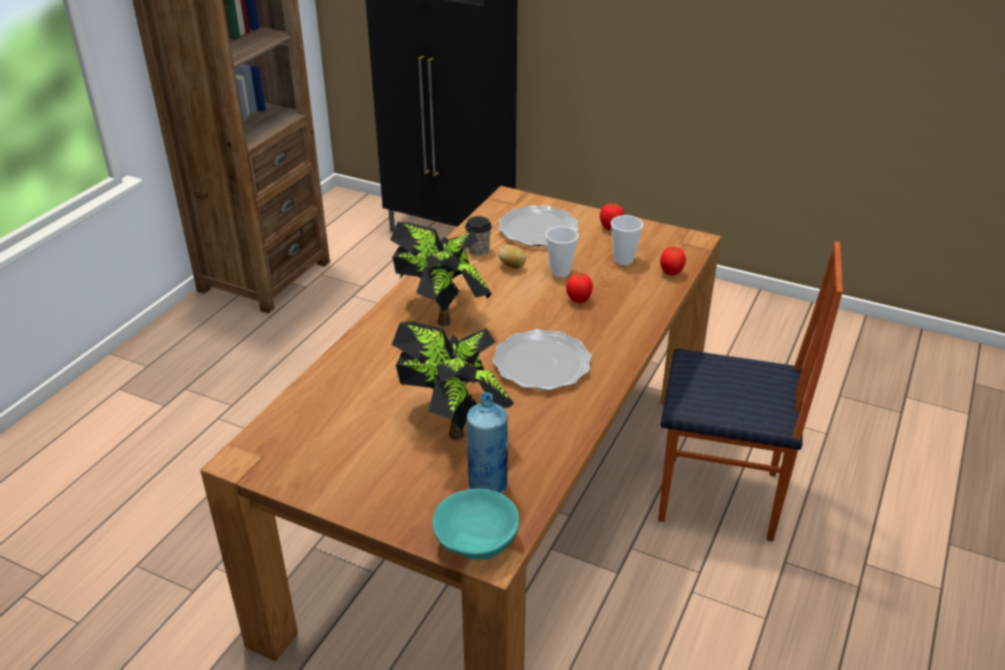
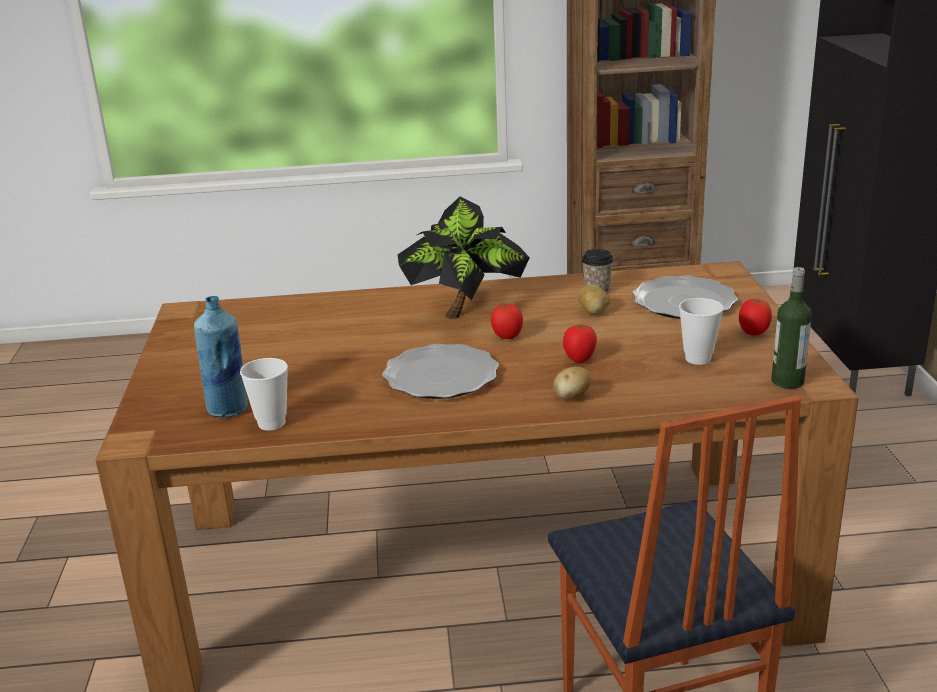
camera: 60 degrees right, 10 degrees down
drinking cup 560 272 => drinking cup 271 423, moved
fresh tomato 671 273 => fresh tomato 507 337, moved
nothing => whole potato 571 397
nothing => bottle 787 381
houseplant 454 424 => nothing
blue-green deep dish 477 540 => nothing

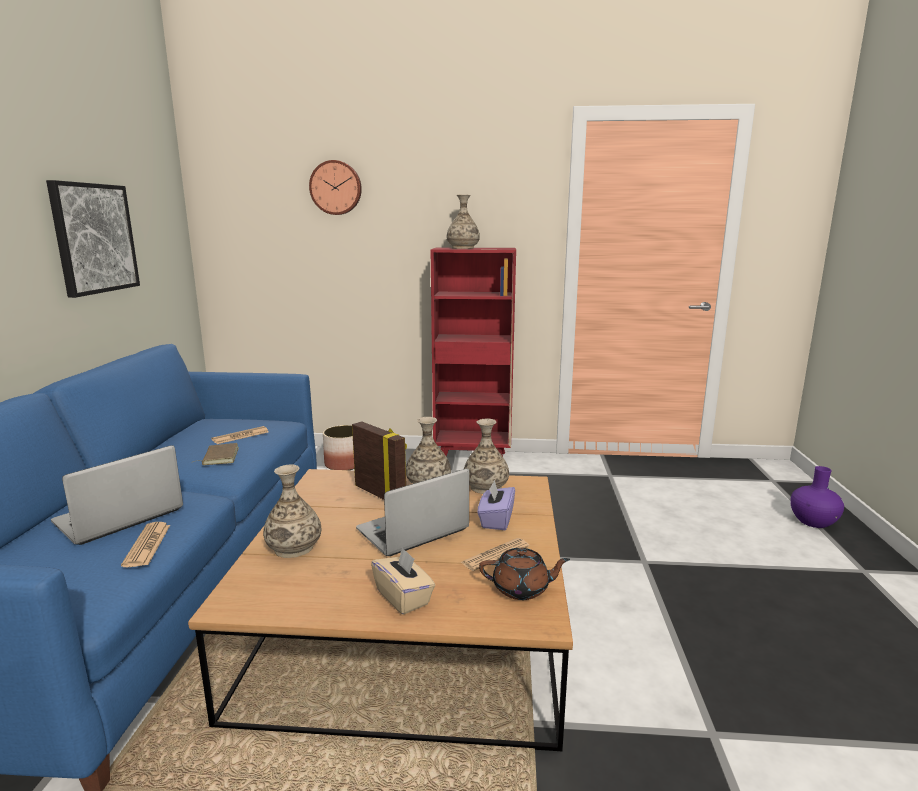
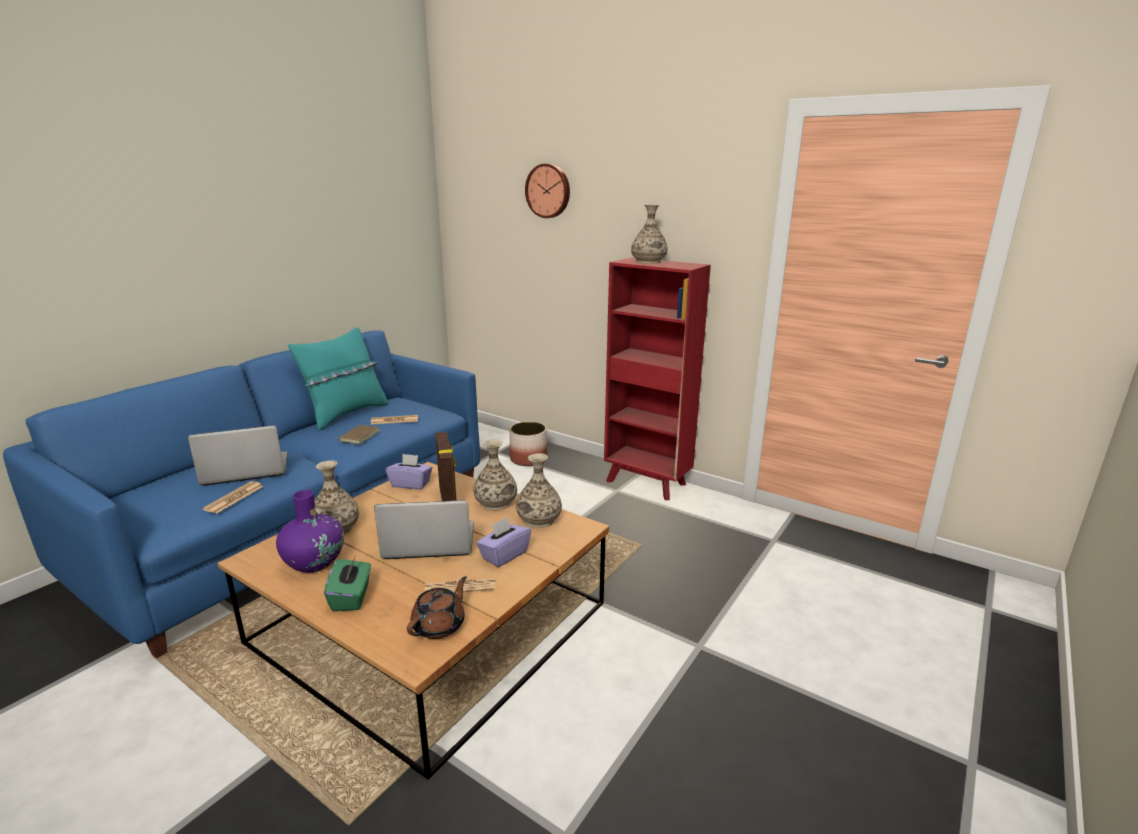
camera: 30 degrees right, 5 degrees up
purple-coloured flower vase 813 522 => purple-coloured flower vase 314 562, moved
nothing => blue-green pillow 346 414
beige-coloured tissue holder 403 597 => green-coloured tissue holder 351 597
nothing => purple-coloured tissue holder 411 484
brown pot for tea 522 589 => brown pot for tea 439 625, 90 degrees counterclockwise
picture 94 238 => nothing

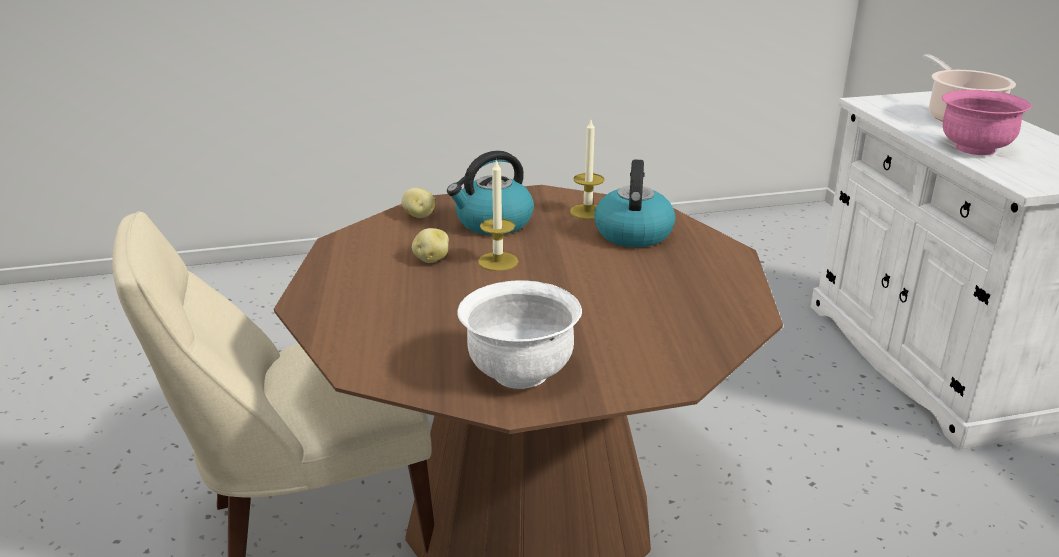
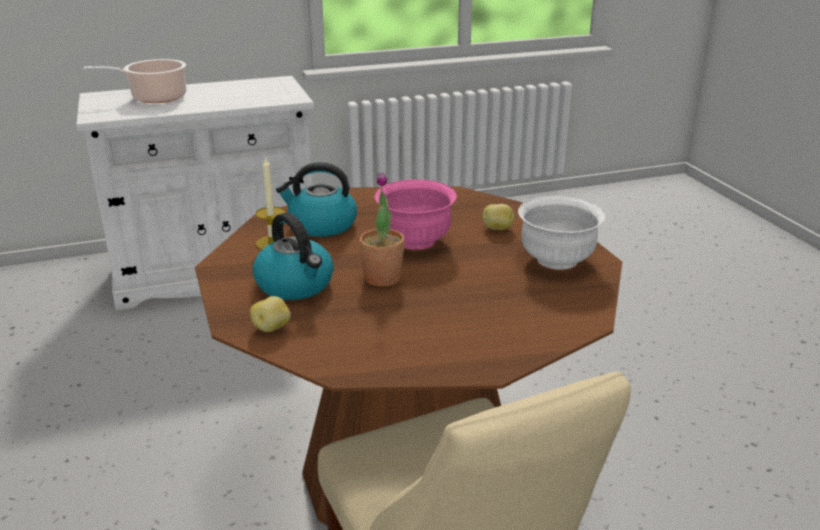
camera: 95 degrees left, 0 degrees up
wax light 498 261 => houseplant 382 278
pink-coloured deep dish 974 149 => pink-coloured deep dish 415 241, moved
whole potato 431 259 => whole potato 498 228, moved

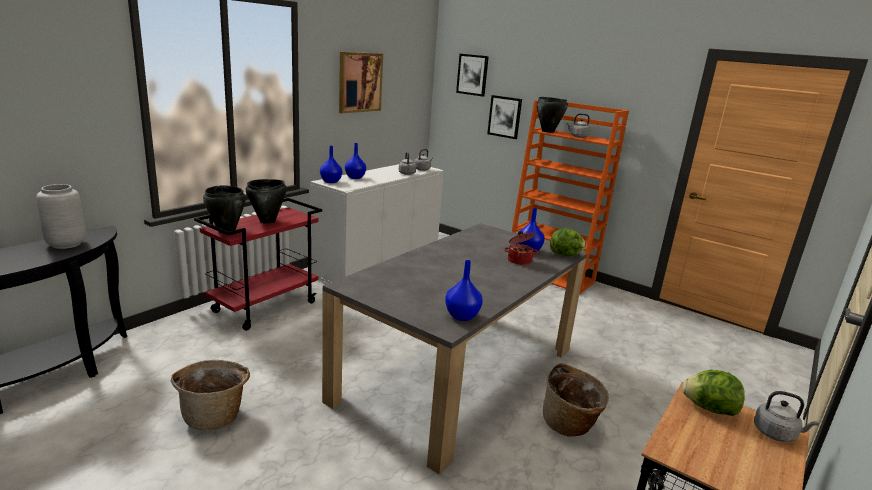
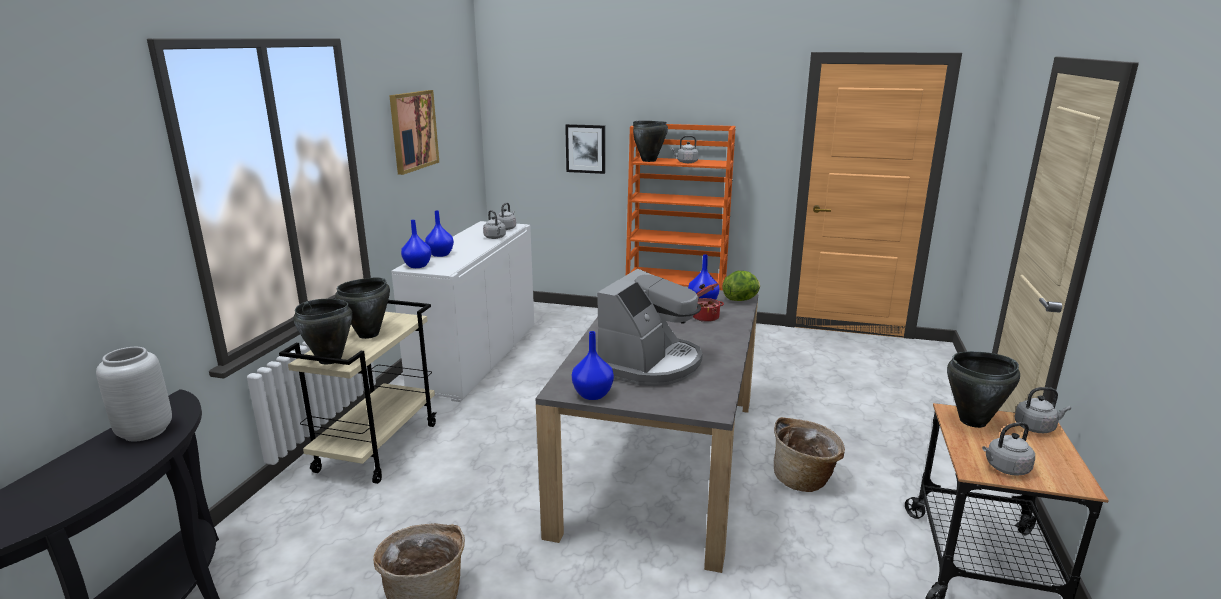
camera: 20 degrees left, 0 degrees up
reddish trolley 265 306 => beige-coloured trolley 377 447
bluish flower vase 462 316 => bluish flower vase 593 395, moved
nothing => coffee maker 650 364
lettuce 709 409 => blackish stockpot 973 421
nothing => gray tea kettle 1005 468
picture 472 74 => nothing

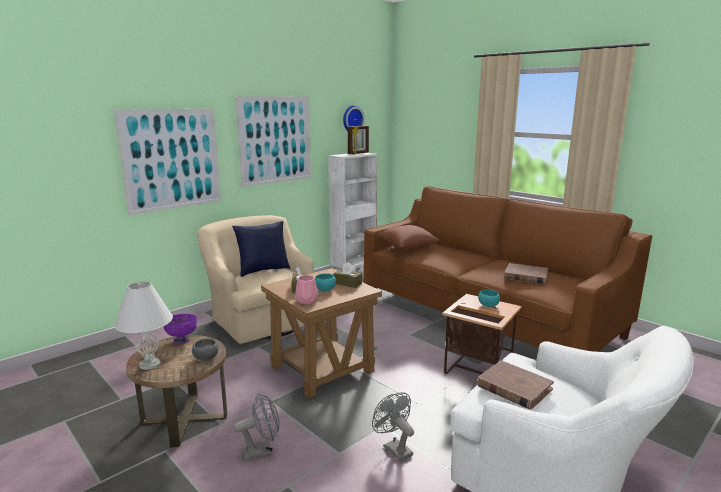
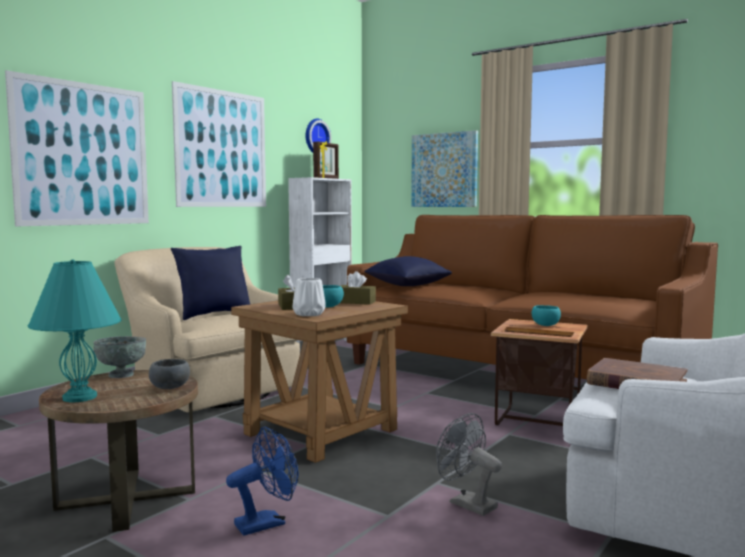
camera: 10 degrees left, 10 degrees down
white-coloured lamp for a table 150 364 => blue-green lamp for a table 80 397
purple-coloured deep dish 182 340 => gray deep dish 121 374
gray electric fan 262 450 => bluish electric fan 267 523
pink-coloured flower vase 307 301 => white-coloured flower vase 310 314
brown pillow 407 247 => bluish pillow 407 285
nothing => picture 444 170
brown volume 525 276 => nothing

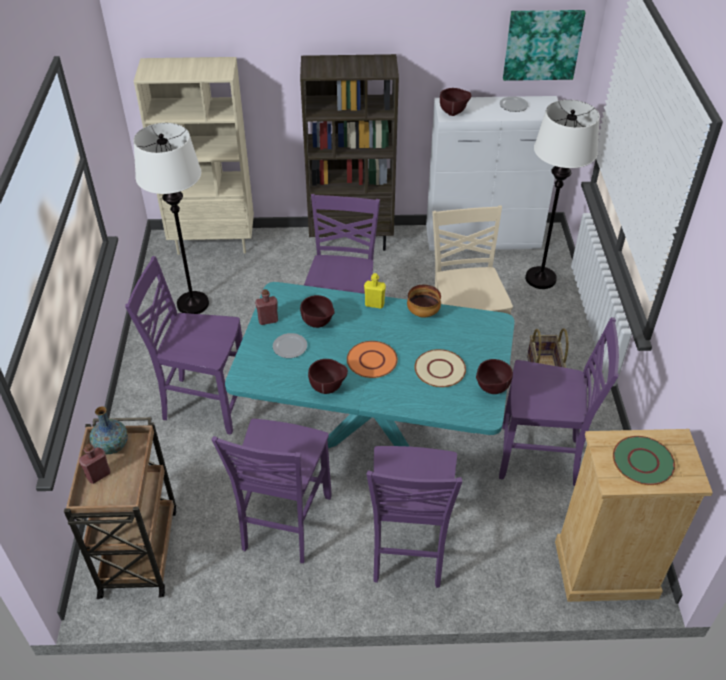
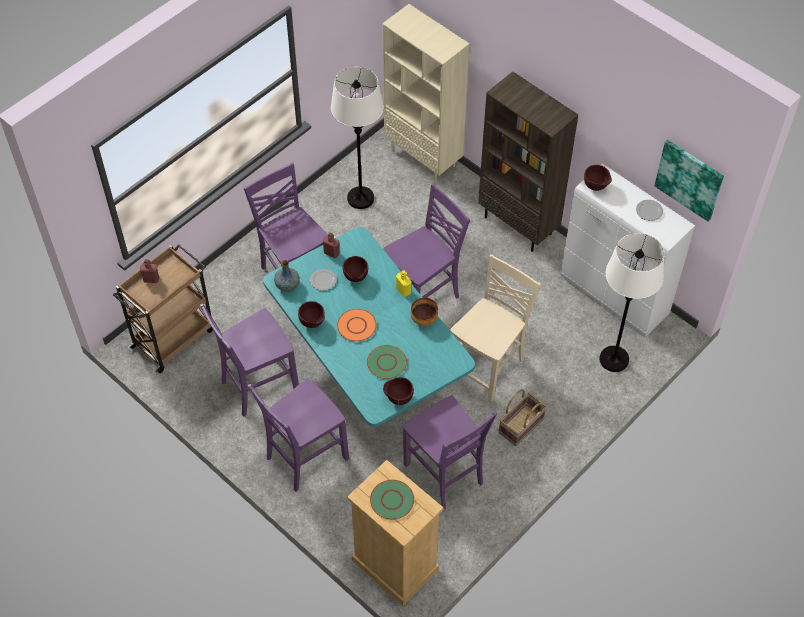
camera: 45 degrees right, 10 degrees up
flower vase 111 446 => flower vase 287 285, moved
beige-coloured plate 440 369 => green-coloured plate 387 363

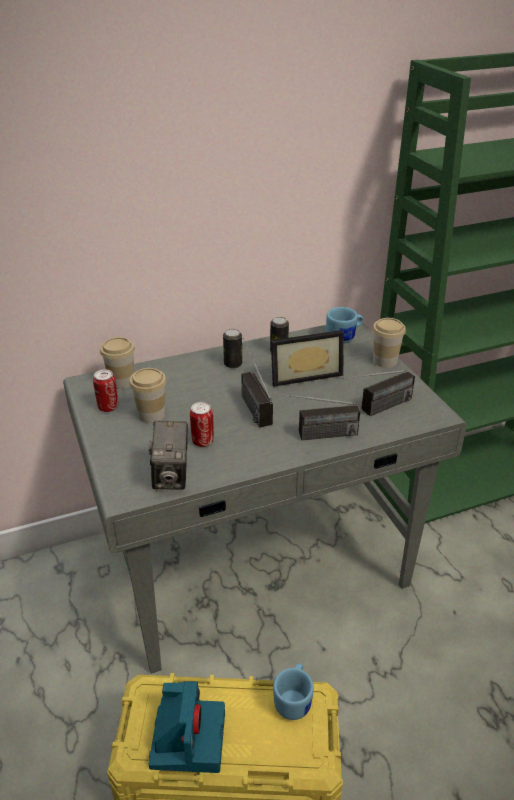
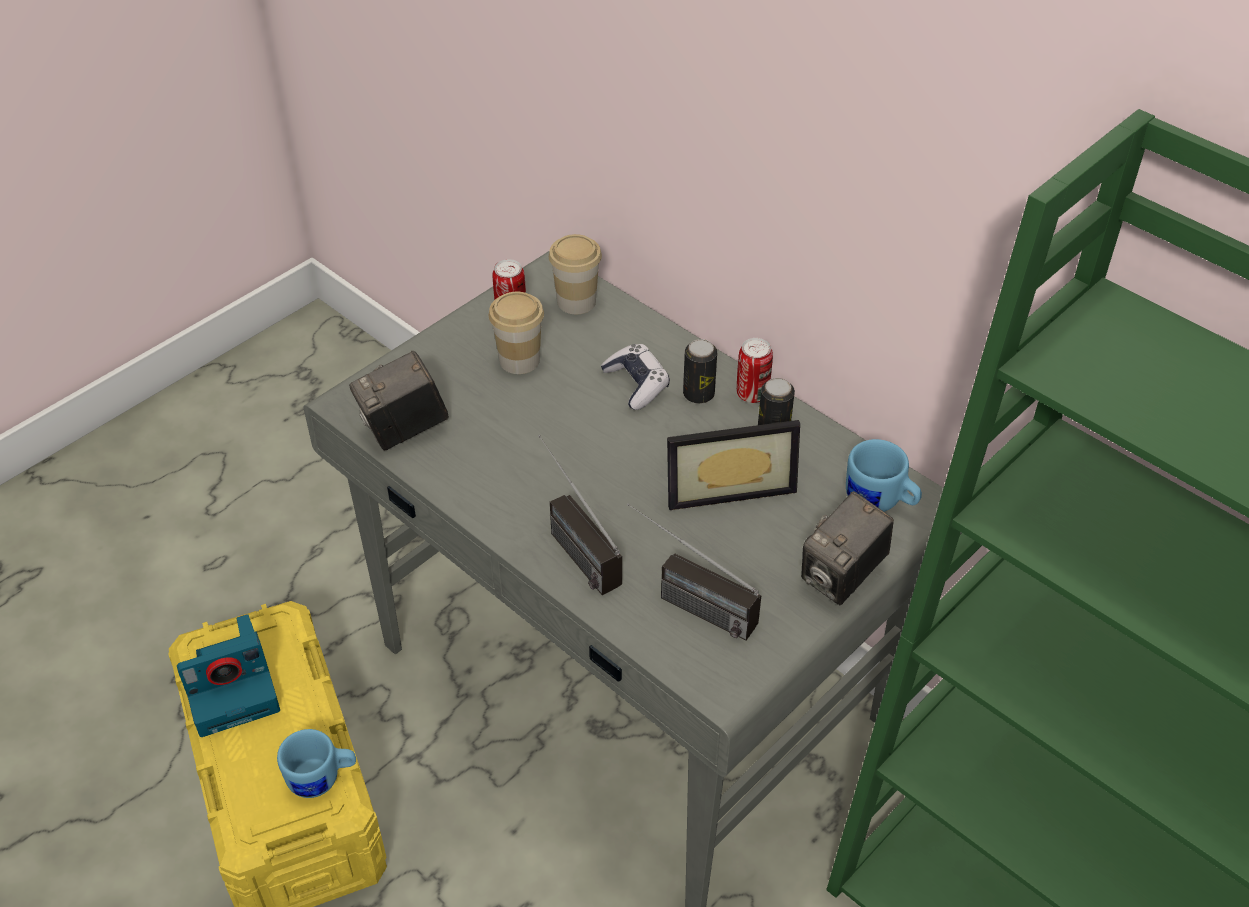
camera: 65 degrees right, 10 degrees up
nothing => game controller 636 384
photo frame 304 374 => photo frame 728 484, 60 degrees counterclockwise
sealed can 203 441 => sealed can 752 394, moved
drinking cup 385 361 => photo camera 842 576
radio receiver 250 402 => nothing

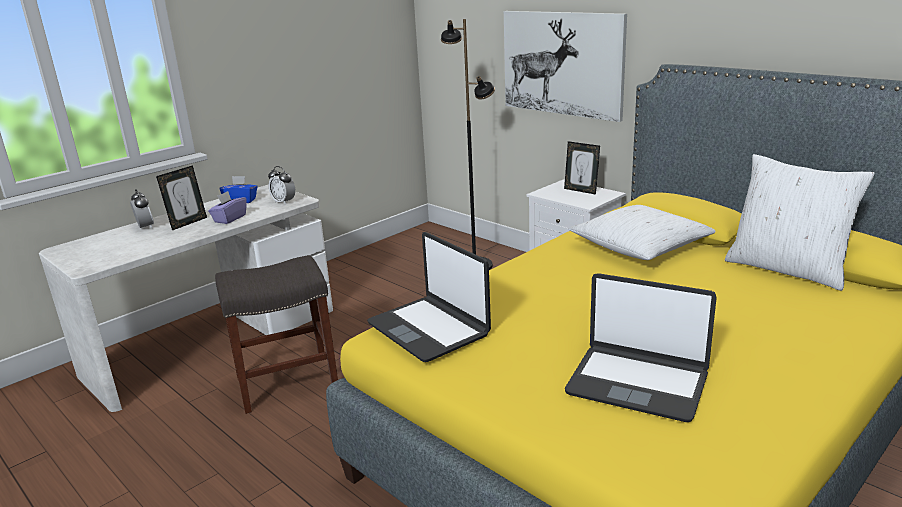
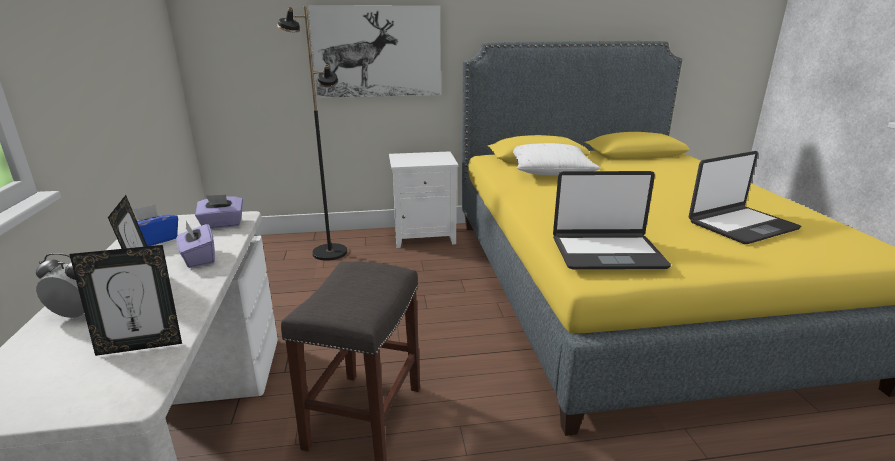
camera: 55 degrees left, 0 degrees up
photo frame 581 190 => photo frame 141 345, moved
table clock 284 202 => purple-coloured tissue holder 222 224
white-coloured pillow 787 269 => nothing

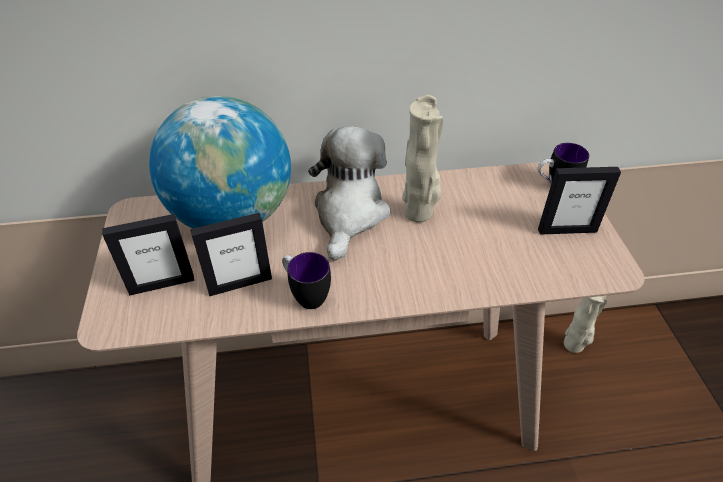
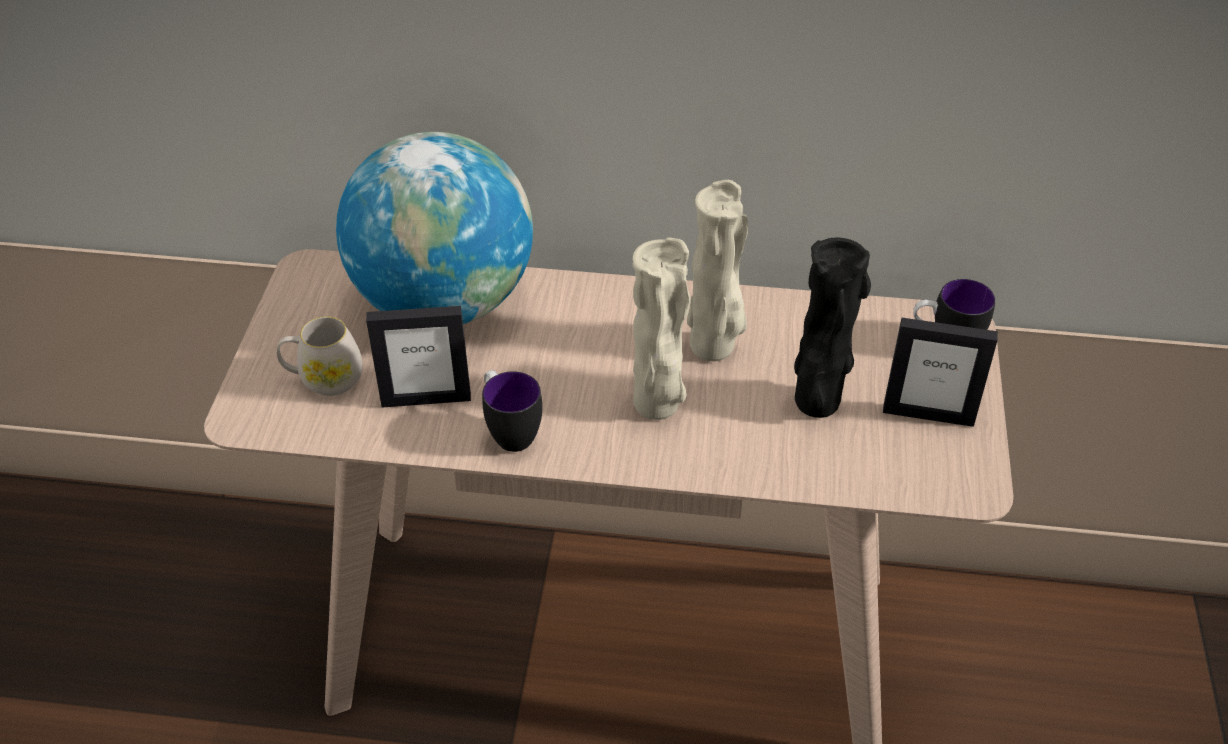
camera: 15 degrees right, 0 degrees up
photo frame 161 284 => white-coloured tea mug 324 379
beige-coloured flower vase 574 346 => beige-coloured flower vase 658 406, moved
nothing => blackish flower vase 816 404
soft toy 349 214 => nothing

